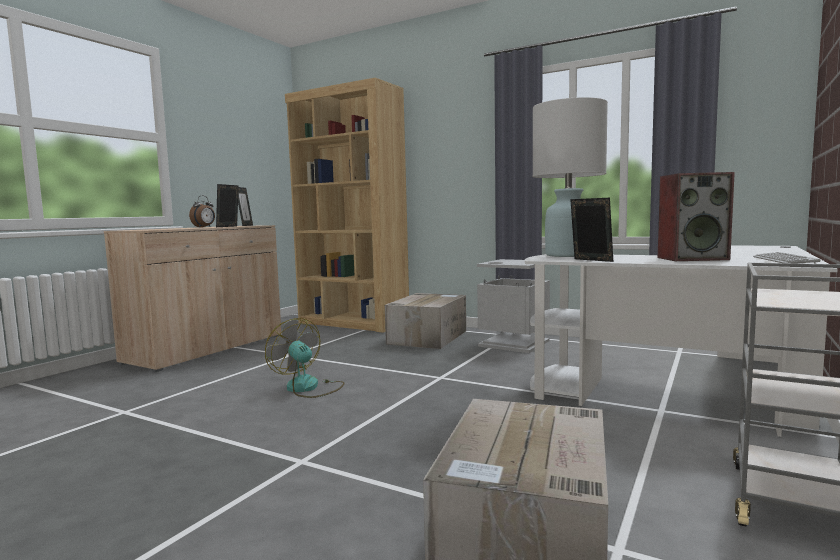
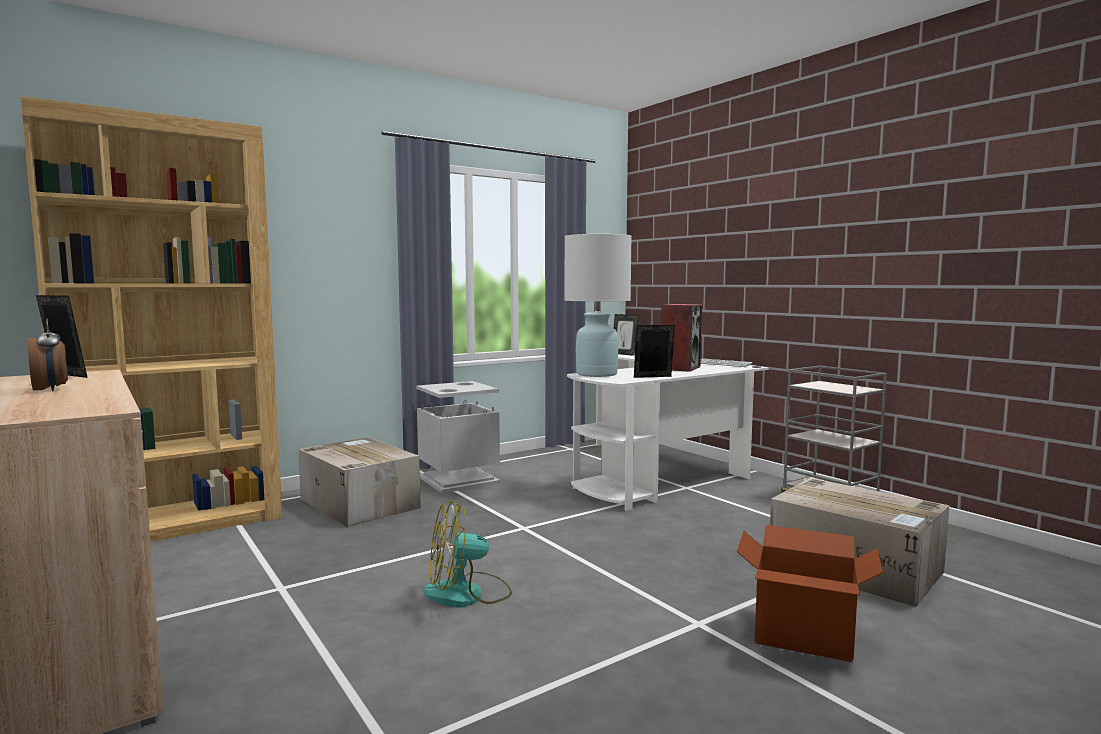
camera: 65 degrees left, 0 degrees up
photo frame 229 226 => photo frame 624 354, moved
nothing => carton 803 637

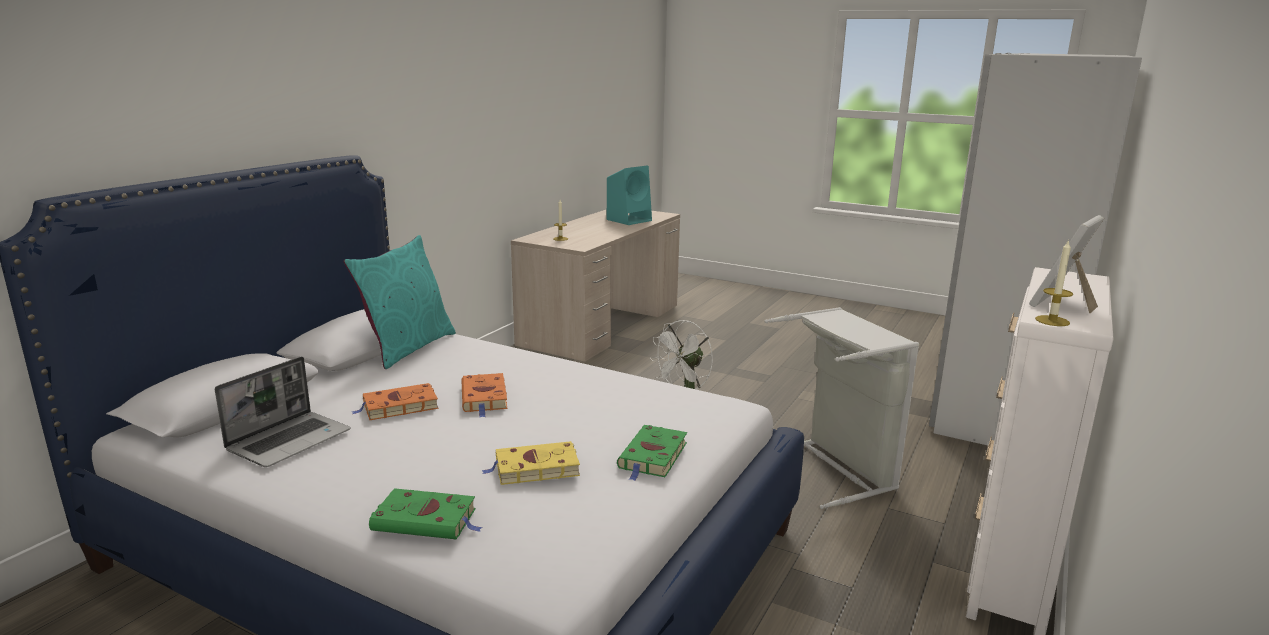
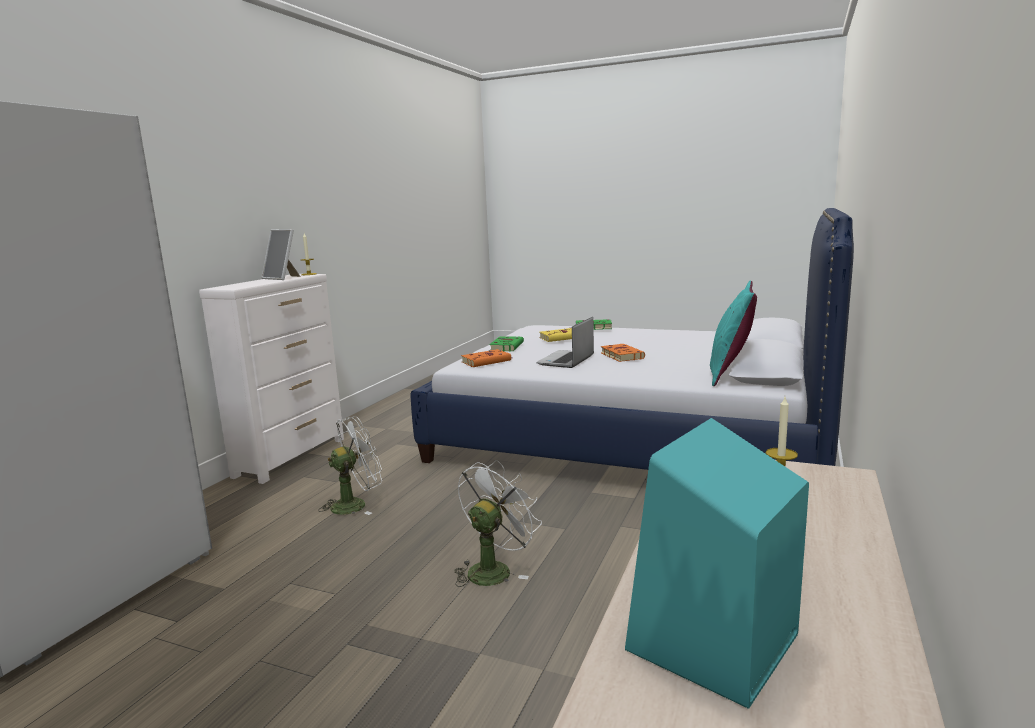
camera: 175 degrees right, 5 degrees down
photo frame 1062 304 => photo frame 283 278, 90 degrees clockwise
gray laundry basket 835 470 => white-coloured electric fan 355 504
orangey volume 398 406 => orangey volume 487 361, moved
portable computer 290 440 => portable computer 566 360, moved

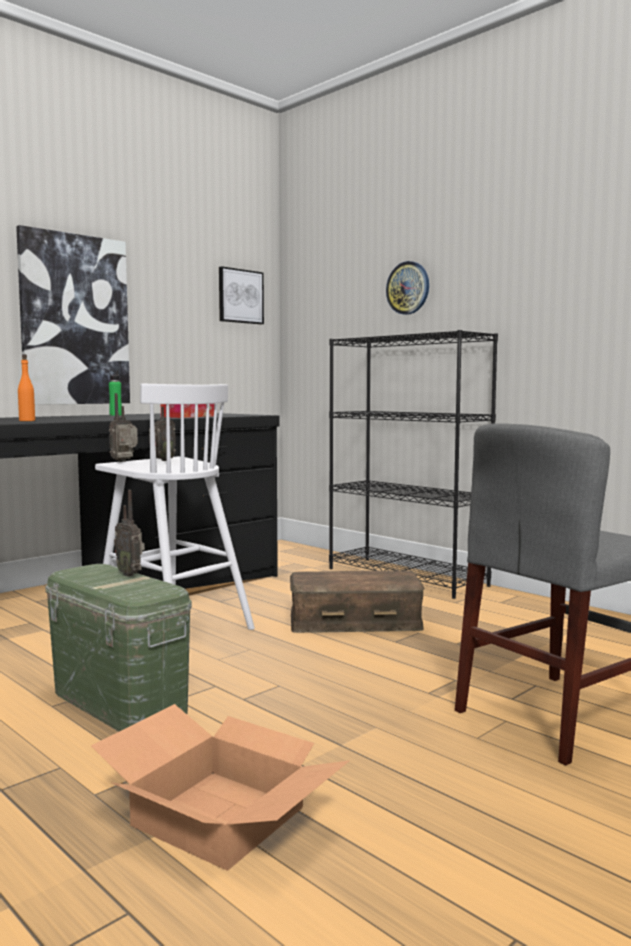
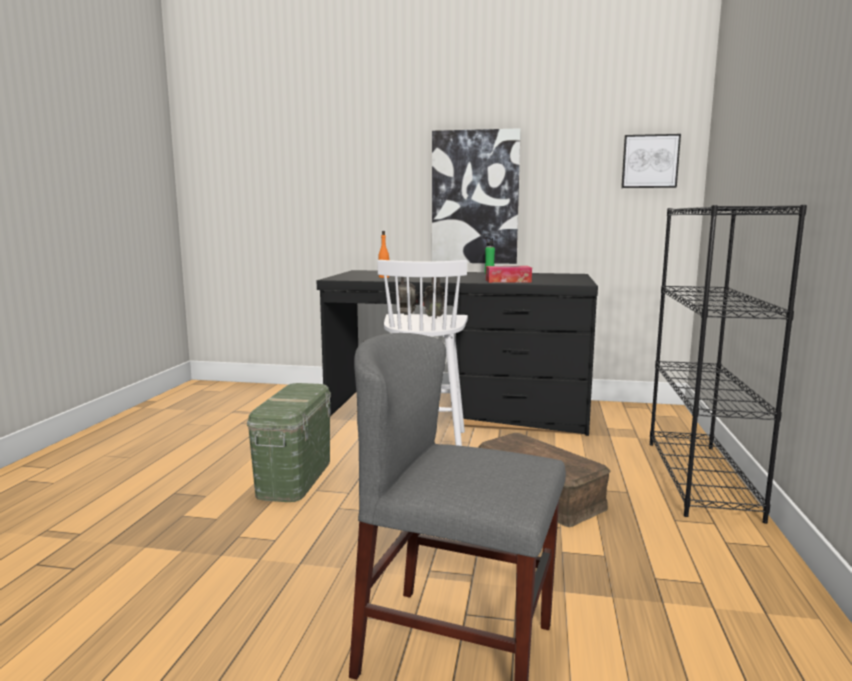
camera: 55 degrees right, 5 degrees up
carton 215 817 => nothing
radio receiver 130 574 => nothing
hanging clock 408 288 => nothing

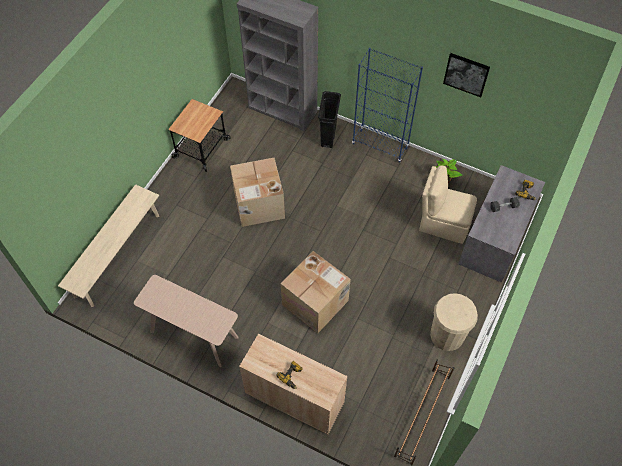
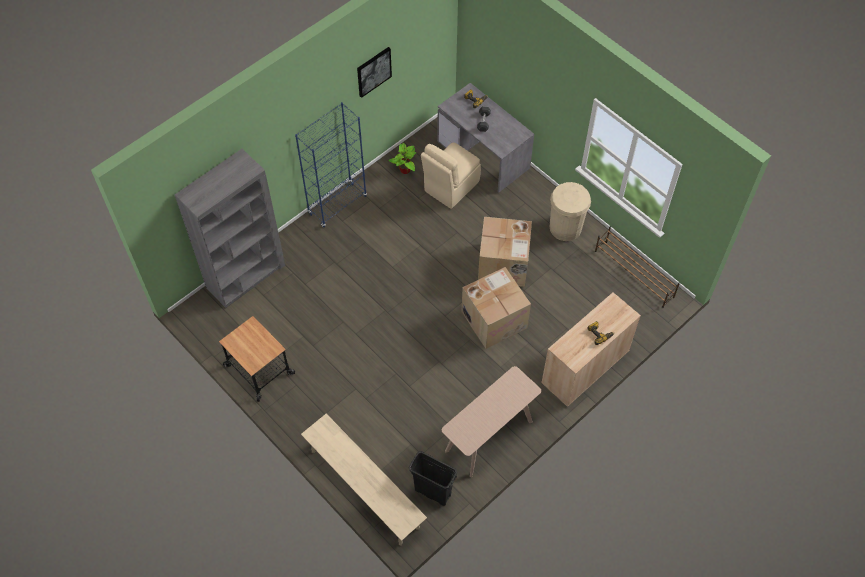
camera: 70 degrees left, 0 degrees up
blackish waste bin 328 137 => blackish waste bin 432 492, moved
carton 258 205 => carton 503 265, moved

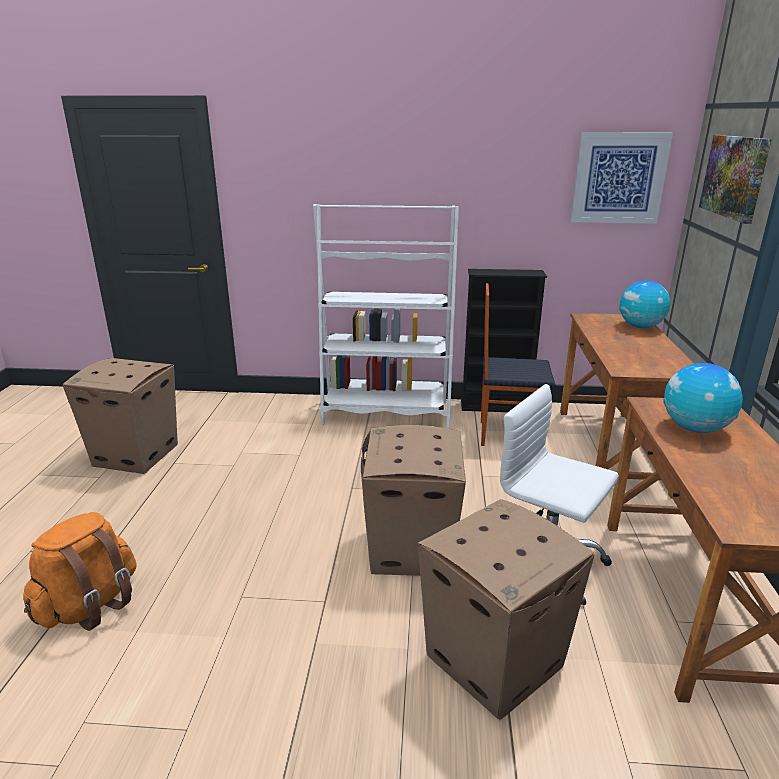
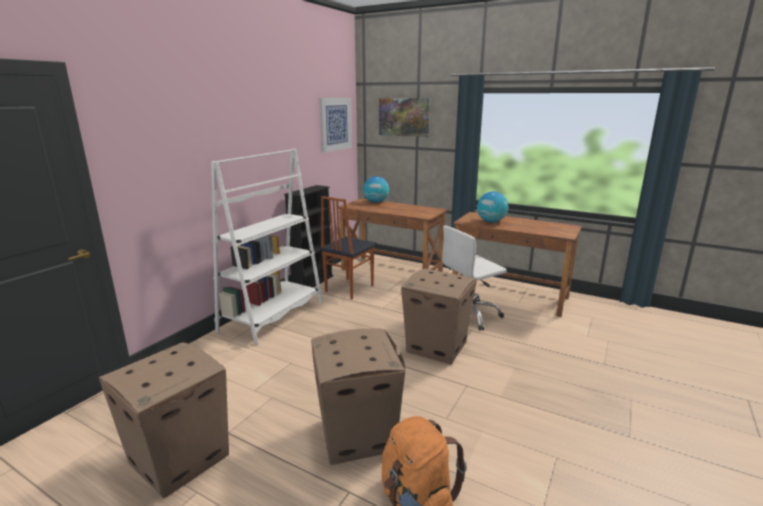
camera: 65 degrees left, 5 degrees down
carton 495 660 => carton 357 434, moved

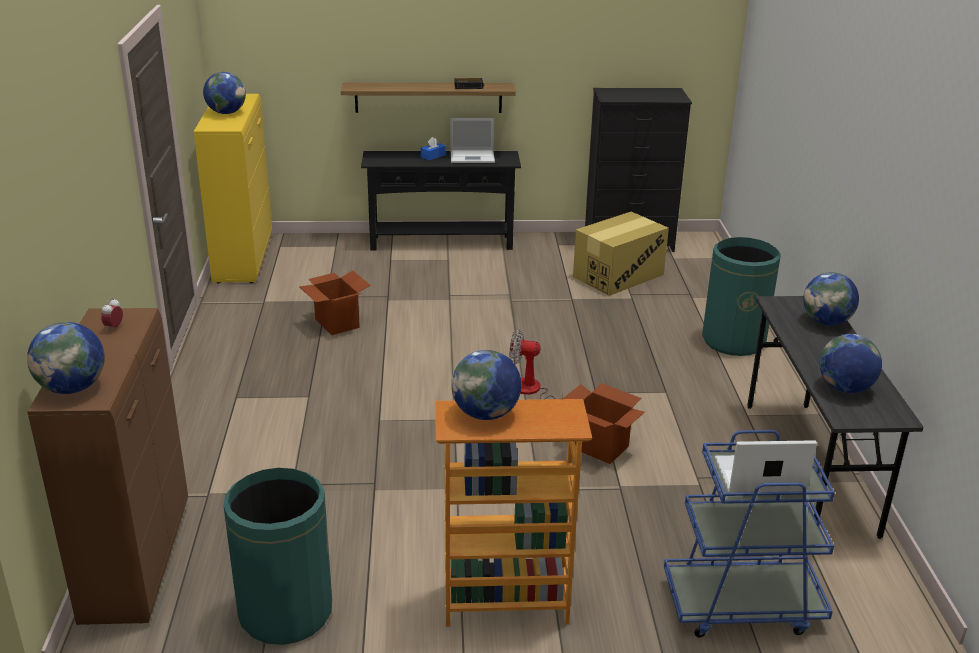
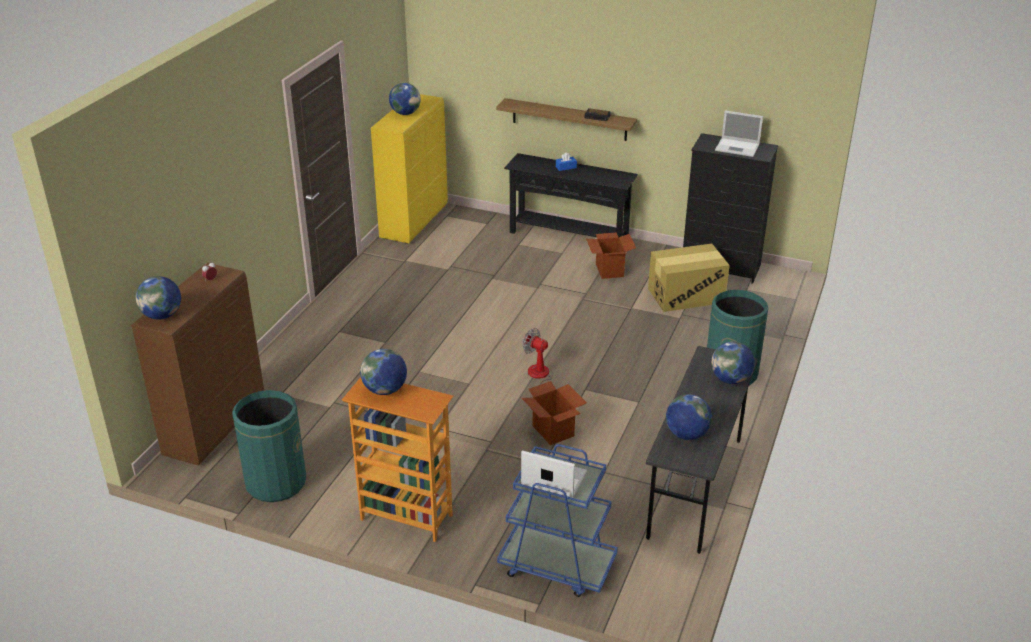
camera: 25 degrees right, 5 degrees up
carton 337 323 => carton 609 270, moved
portable computer 473 157 => portable computer 738 147, moved

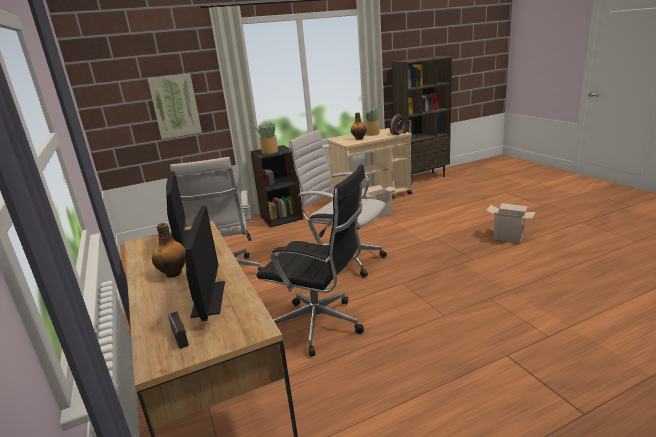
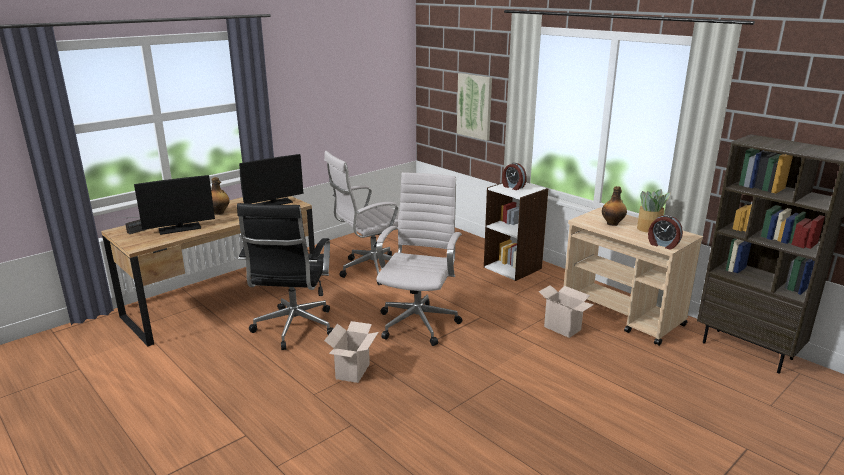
camera: 70 degrees right, 0 degrees up
carton 509 237 => carton 353 372, moved
blackish bookshelf 281 217 => white-coloured bookshelf 513 267
houseplant 269 151 => table clock 513 187

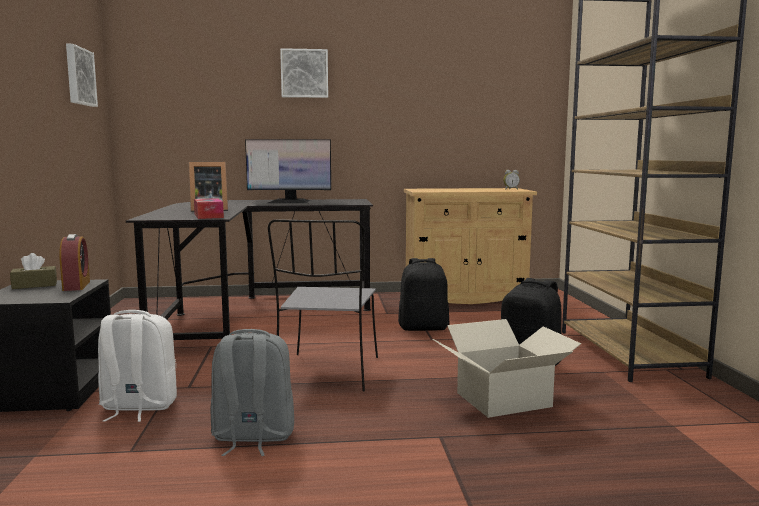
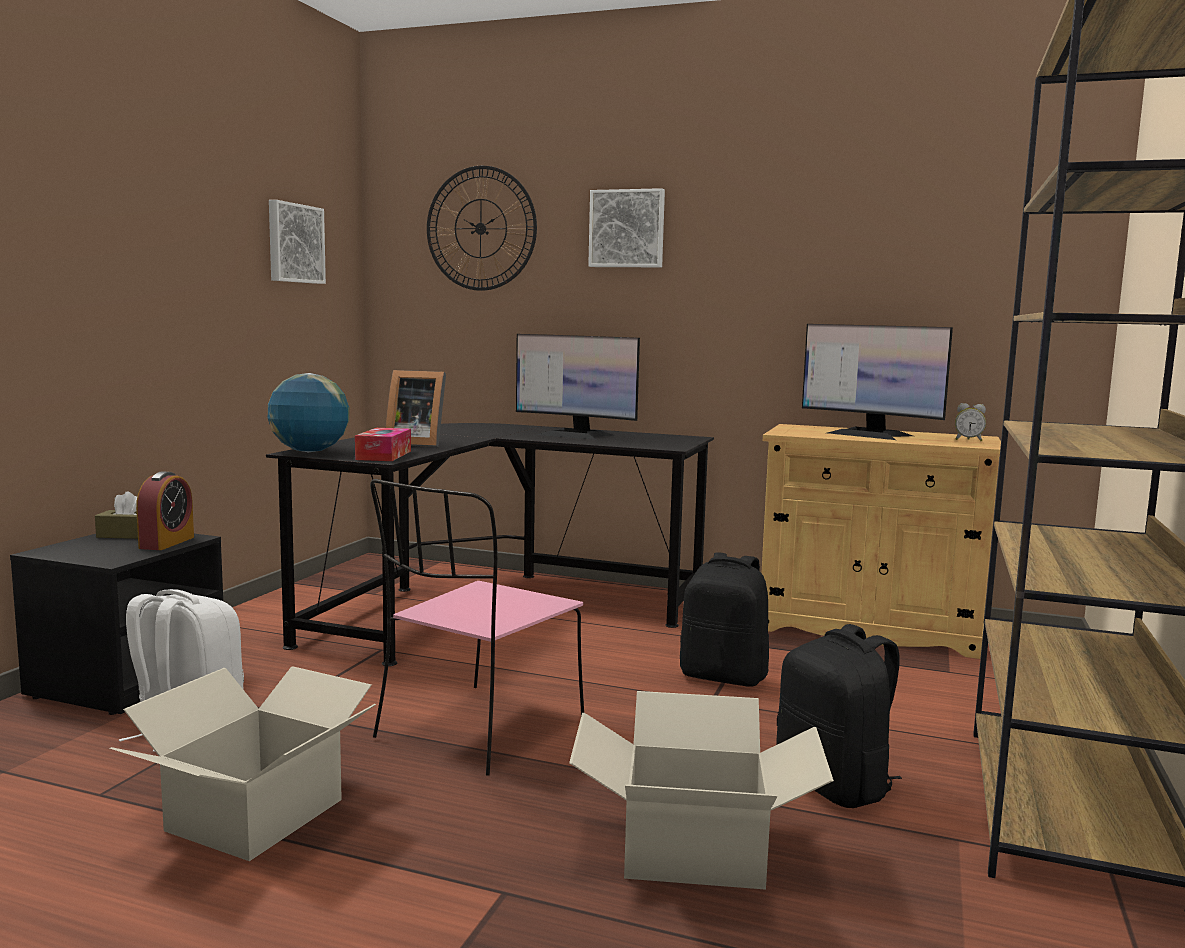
camera: 25 degrees right, 0 degrees up
gray knapsack 252 437 => carton 254 814
nothing => world globe 309 451
gray plain chair 327 373 => pink-coloured plain chair 478 730
nothing => hanging clock 481 228
nothing => monitor 869 434

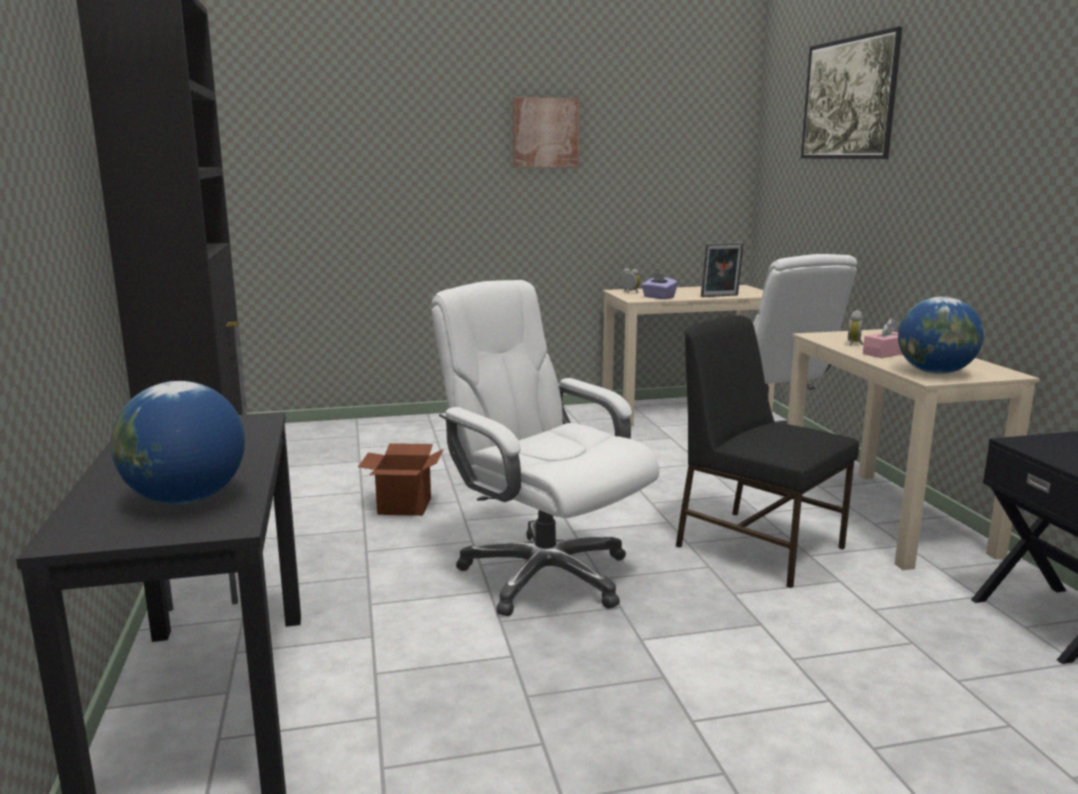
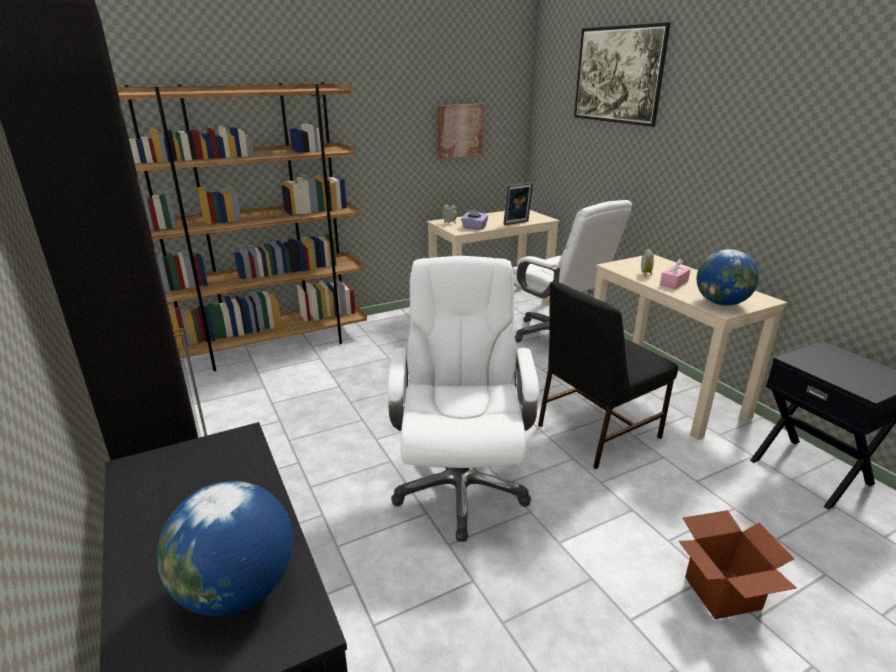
camera: 15 degrees left, 10 degrees up
nothing => brown bookshelf 275 346
white-coloured office chair 543 574 => white-coloured office chair 460 487, 60 degrees clockwise
picture 545 132 => picture 459 131, moved
blackish plain chair 757 545 => blackish plain chair 596 431, 60 degrees counterclockwise
carton 405 506 => carton 722 593, moved

